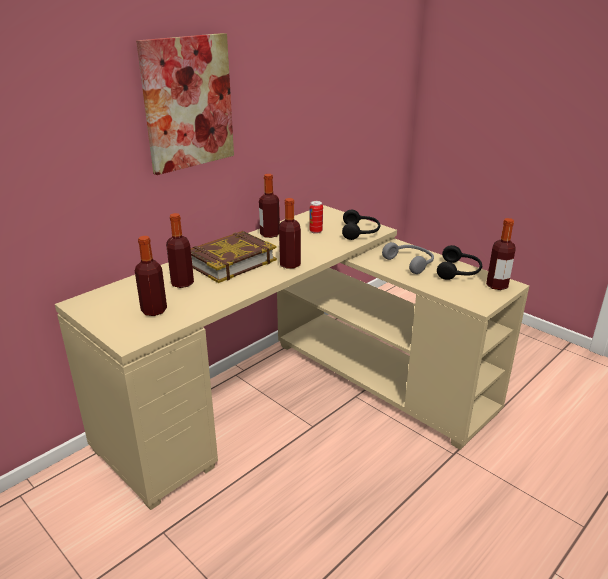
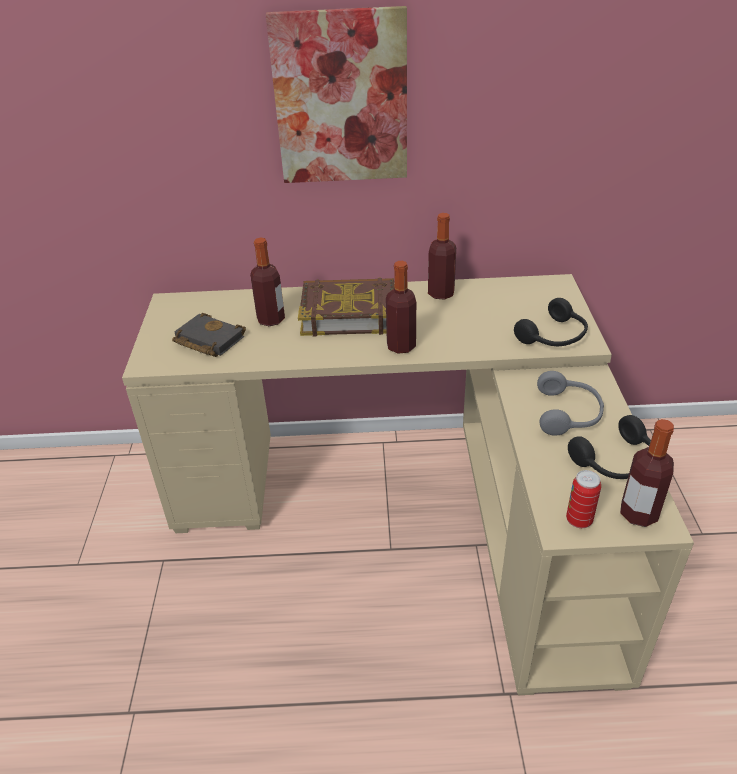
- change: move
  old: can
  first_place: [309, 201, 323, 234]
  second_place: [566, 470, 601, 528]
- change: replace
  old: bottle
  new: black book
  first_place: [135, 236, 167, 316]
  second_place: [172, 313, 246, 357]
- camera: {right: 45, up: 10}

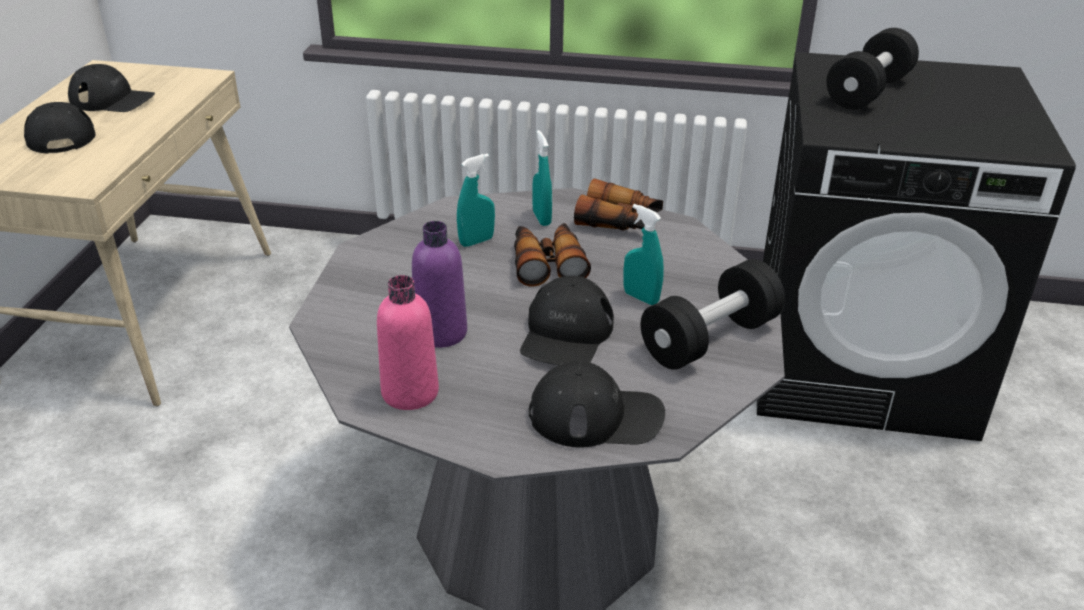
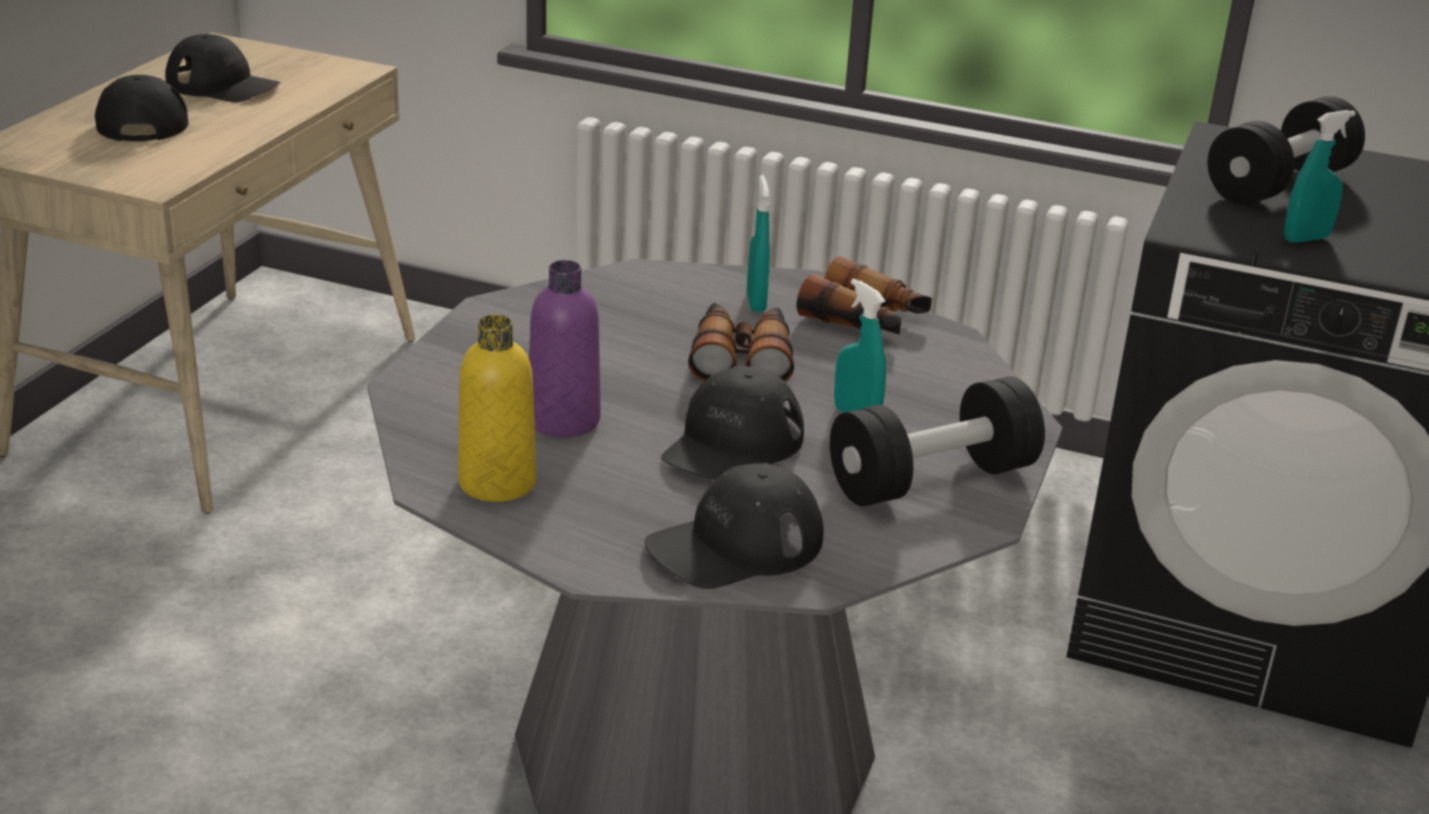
- change: move
  old: turquoise spray bottle
  first_place: [457, 153, 495, 247]
  second_place: [1284, 110, 1356, 243]
- change: recolor
  old: pink bottle
  new: yellow bottle
  first_place: [377, 275, 439, 410]
  second_place: [458, 315, 537, 502]
- change: rotate
  old: black cap
  first_place: [529, 360, 665, 447]
  second_place: [645, 463, 824, 589]
  degrees: 135
- camera: {right: 10, up: -5}

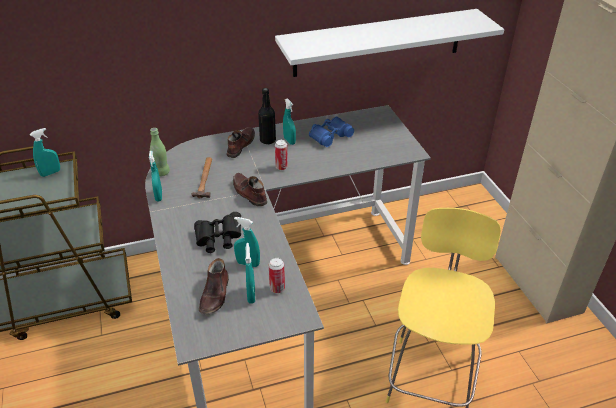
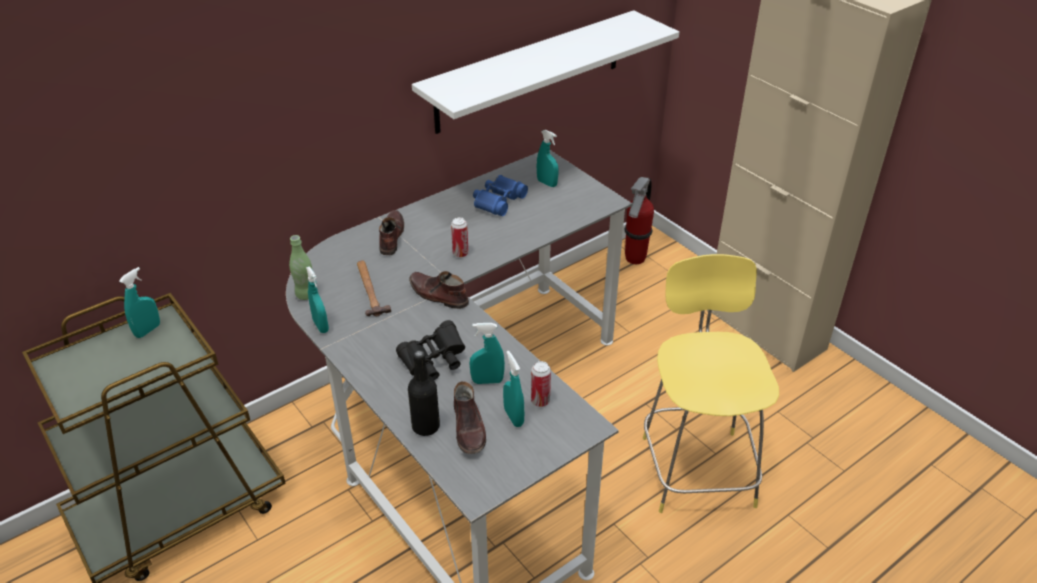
- change: insert
  new: fire extinguisher
  second_place: [624, 177, 654, 264]
- change: move
  old: black bottle
  first_place: [258, 88, 276, 144]
  second_place: [408, 350, 440, 436]
- change: move
  old: turquoise spray bottle
  first_place: [283, 98, 296, 145]
  second_place: [537, 130, 558, 187]
- camera: {right: -20, up: 0}

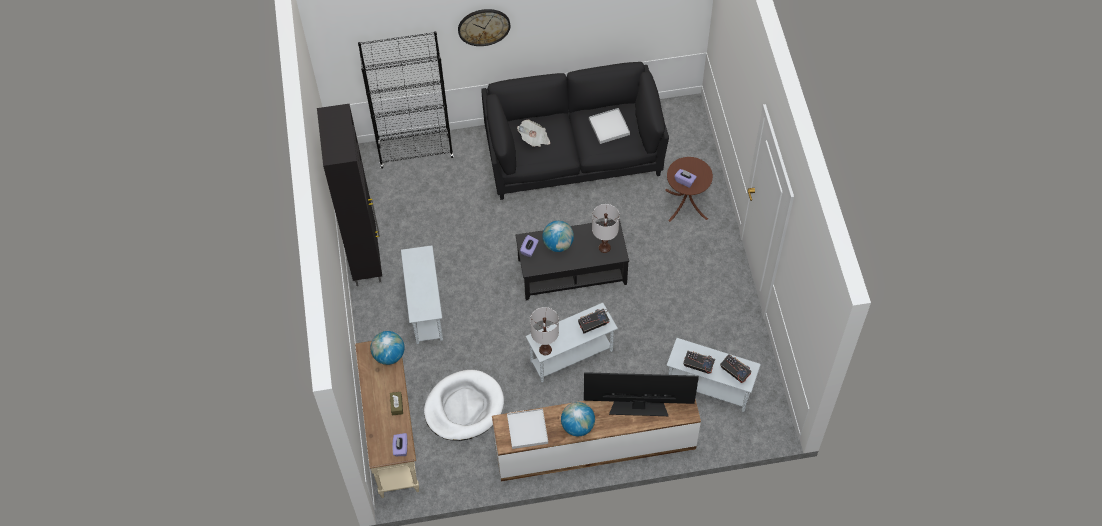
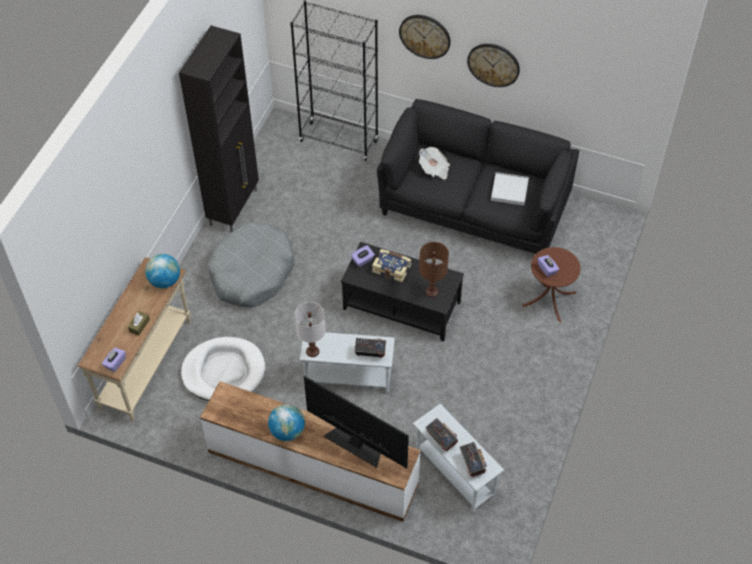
- change: delete
  old: white tray
  first_place: [507, 409, 548, 449]
- change: insert
  new: wall clock
  second_place: [467, 44, 520, 87]
- change: replace
  old: white side table
  new: grey dog bed
  first_place: [401, 245, 443, 344]
  second_place: [208, 222, 294, 308]
- change: replace
  old: globe
  new: book
  first_place: [542, 221, 574, 252]
  second_place: [372, 249, 412, 282]
- change: recolor
  old: white table lamp
  new: brown table lamp
  first_place: [592, 204, 619, 253]
  second_place: [419, 242, 449, 297]
- camera: {right: 30, up: -5}

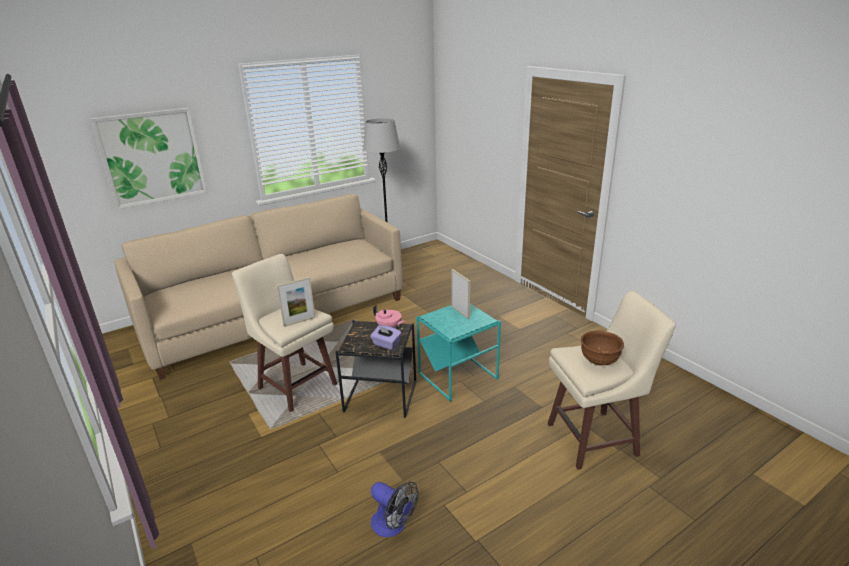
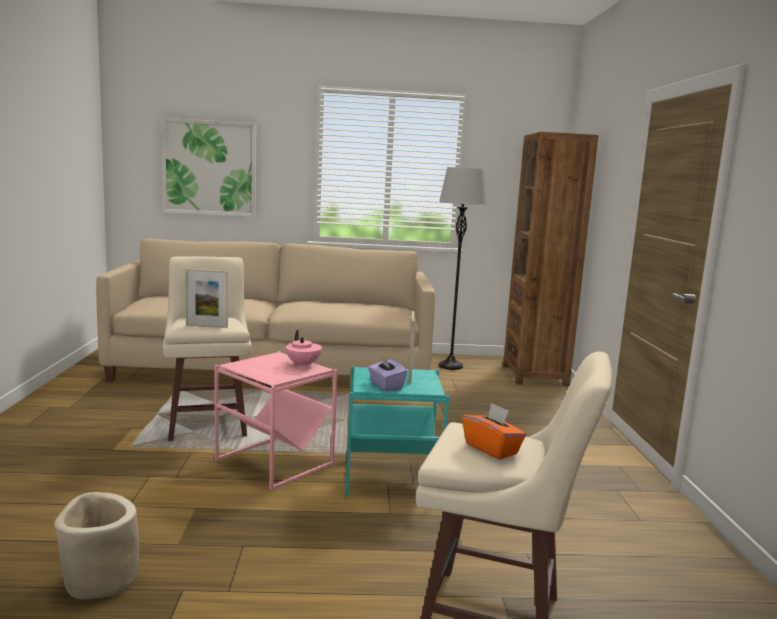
- change: insert
  new: brown bookcase
  second_place: [503, 132, 598, 387]
- change: move
  old: purple tissue box
  first_place: [370, 325, 402, 350]
  second_place: [368, 355, 407, 391]
- change: replace
  old: fan
  new: beige planter
  first_place: [371, 482, 419, 537]
  second_place: [54, 492, 139, 600]
- change: replace
  old: brown bowl
  new: orange tissue box
  first_place: [581, 330, 624, 366]
  second_place: [462, 403, 526, 460]
- change: recolor
  old: black side table
  new: pink side table
  first_place: [335, 320, 416, 418]
  second_place: [215, 351, 338, 490]
- camera: {right: 30, up: -15}

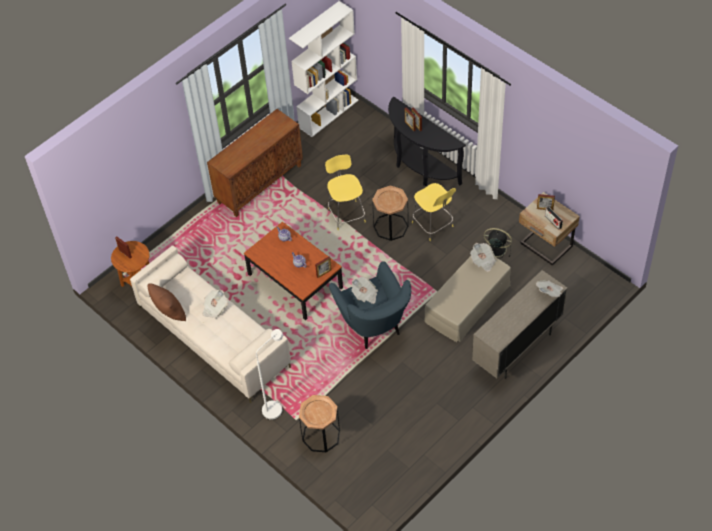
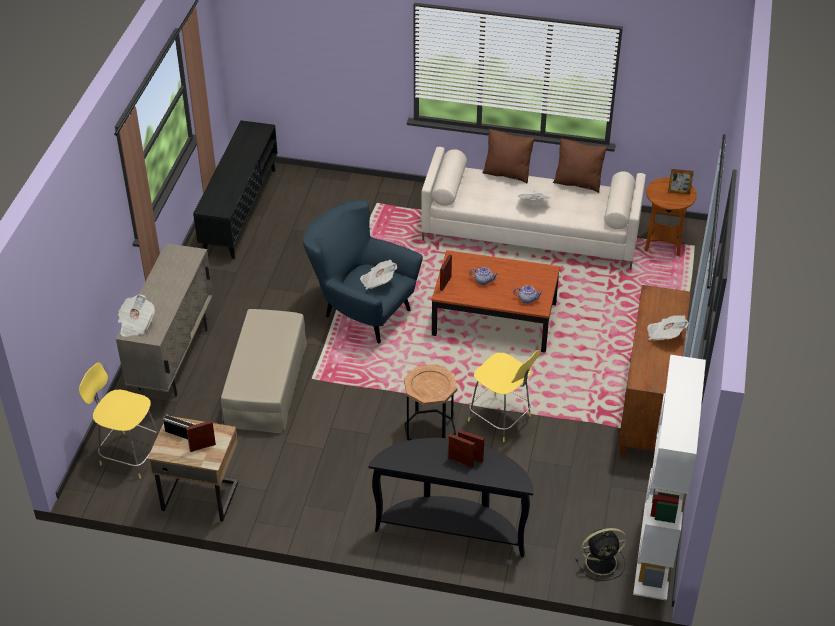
- change: delete
  old: white floor lamp
  first_place: [256, 329, 283, 420]
- change: delete
  old: brown side table
  first_place: [299, 395, 340, 452]
- change: insert
  new: black tv stand
  second_place: [193, 120, 278, 259]
- change: insert
  new: brown pillow
  second_place: [482, 129, 535, 184]
- change: move
  old: yellow stool
  first_place: [412, 183, 456, 241]
  second_place: [79, 362, 159, 479]
- change: move
  old: newspaper
  first_place: [470, 243, 497, 272]
  second_place: [647, 315, 688, 340]
- change: move
  old: black fan
  first_place: [484, 228, 512, 259]
  second_place: [576, 528, 627, 581]
- camera: {right: 145, up: -10}

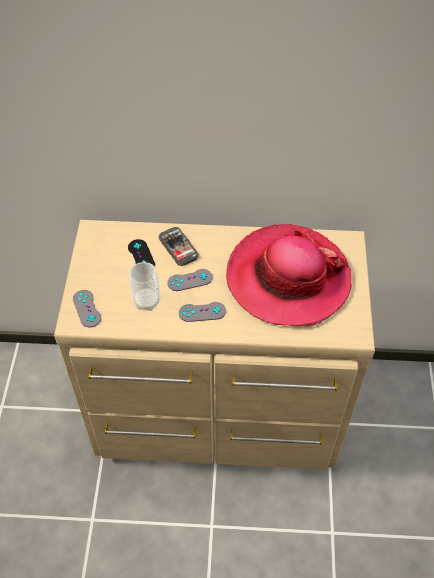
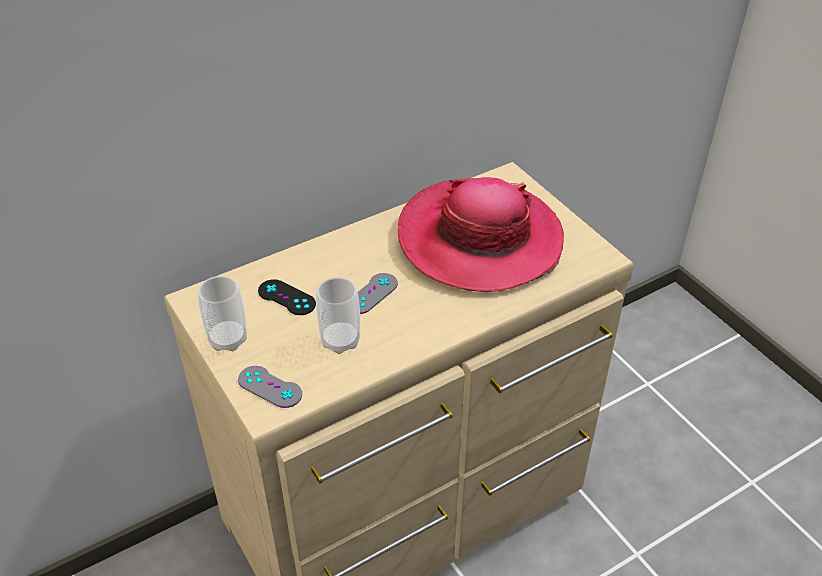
- change: delete
  old: phone
  first_place: [158, 227, 199, 266]
- change: delete
  old: grey game controller
  first_place: [179, 302, 226, 322]
- change: insert
  new: cup
  second_place: [198, 276, 247, 351]
- camera: {right: -35, up: -10}

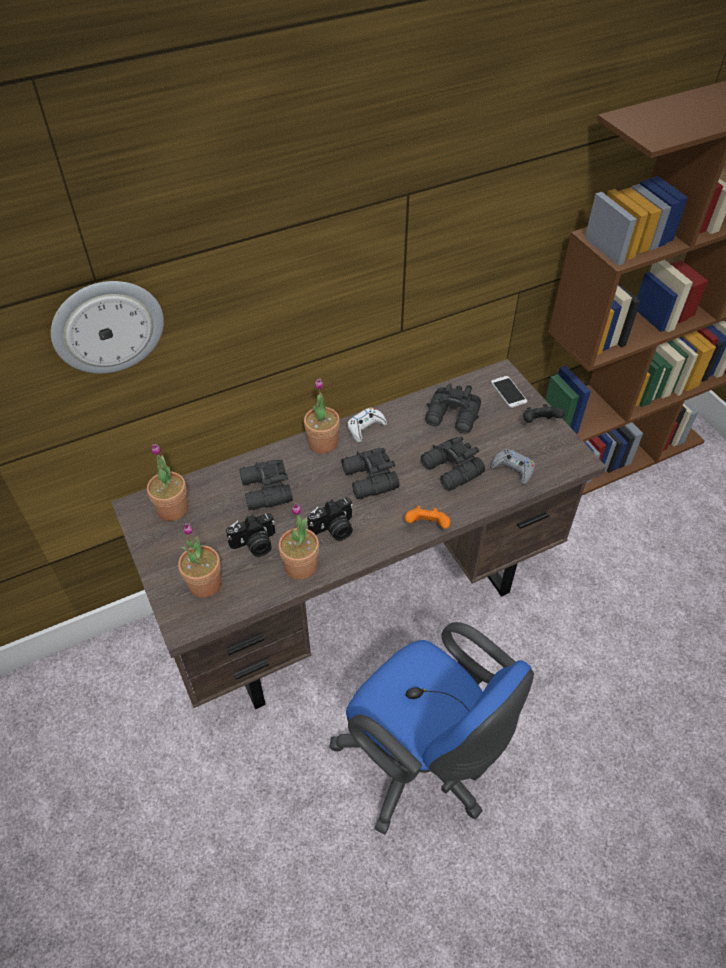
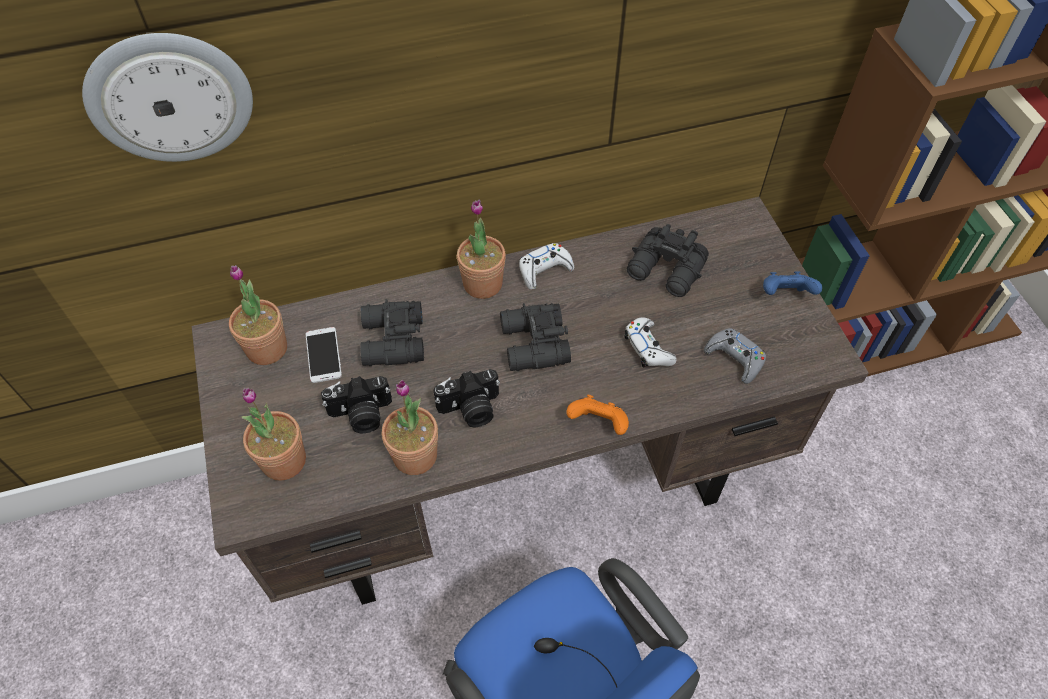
- change: move
  old: phone
  first_place: [491, 376, 527, 408]
  second_place: [306, 327, 342, 383]
- change: replace
  old: black binoculars
  new: white game controller
  first_place: [421, 436, 485, 491]
  second_place: [624, 317, 677, 368]
- change: recolor
  old: black game controller
  new: blue game controller
  first_place: [523, 404, 565, 423]
  second_place: [763, 271, 822, 295]
- camera: {right: 10, up: 5}

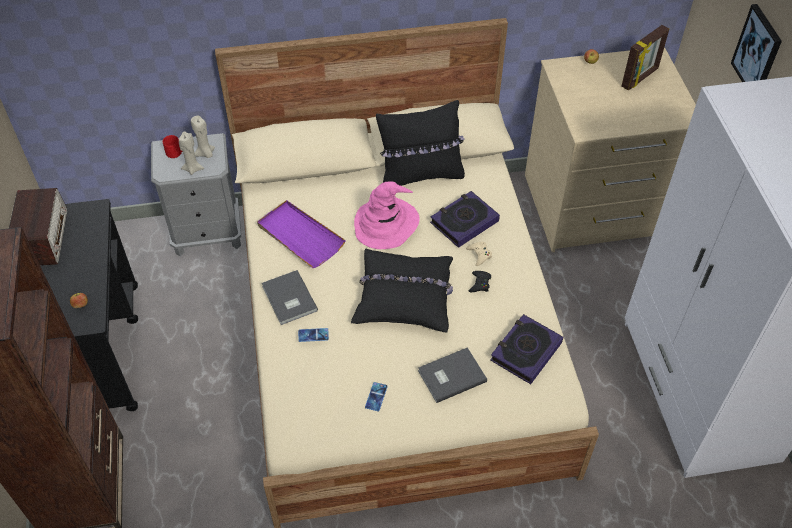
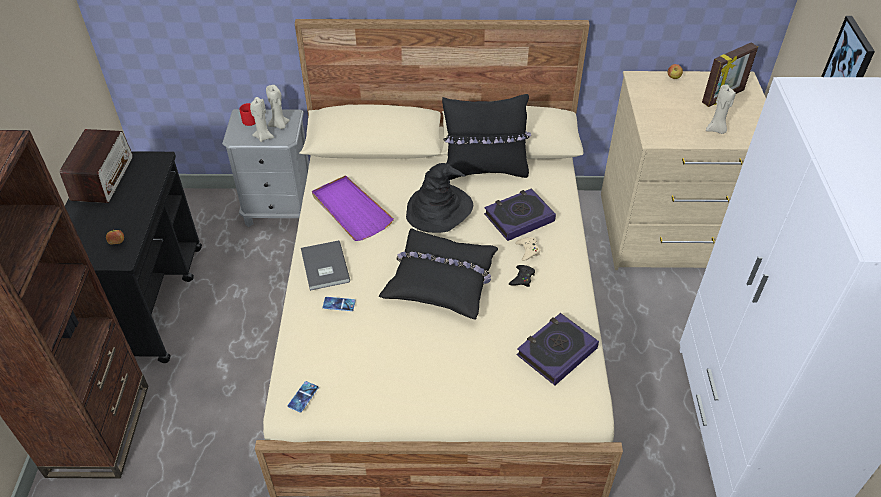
- change: delete
  old: grey book
  first_place: [418, 347, 487, 403]
- change: insert
  new: beige candle
  second_place: [706, 84, 736, 134]
- change: move
  old: phone
  first_place: [365, 382, 388, 411]
  second_place: [287, 381, 319, 413]
- change: recolor
  old: pink hat
  new: black hat
  first_place: [354, 181, 419, 249]
  second_place: [406, 163, 473, 233]
- camera: {right: 10, up: -5}

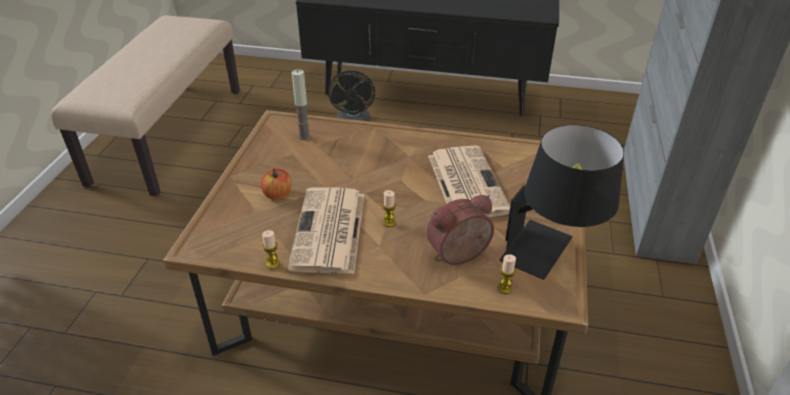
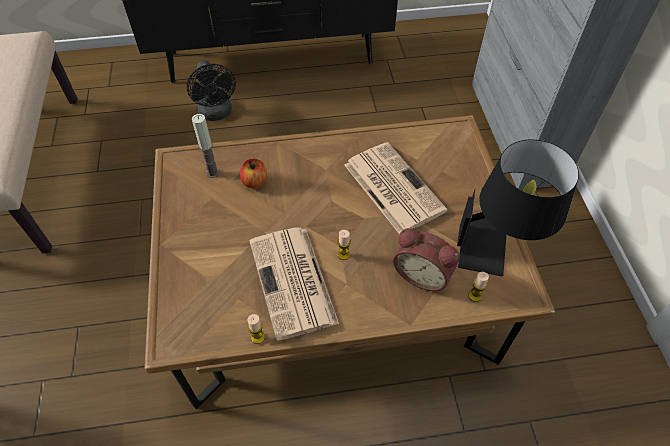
- change: move
  old: apple
  first_place: [261, 169, 291, 200]
  second_place: [239, 159, 267, 188]
- change: rotate
  old: alarm clock
  first_place: [426, 195, 494, 265]
  second_place: [393, 228, 460, 291]
  degrees: -105
- camera: {right: -20, up: 15}

